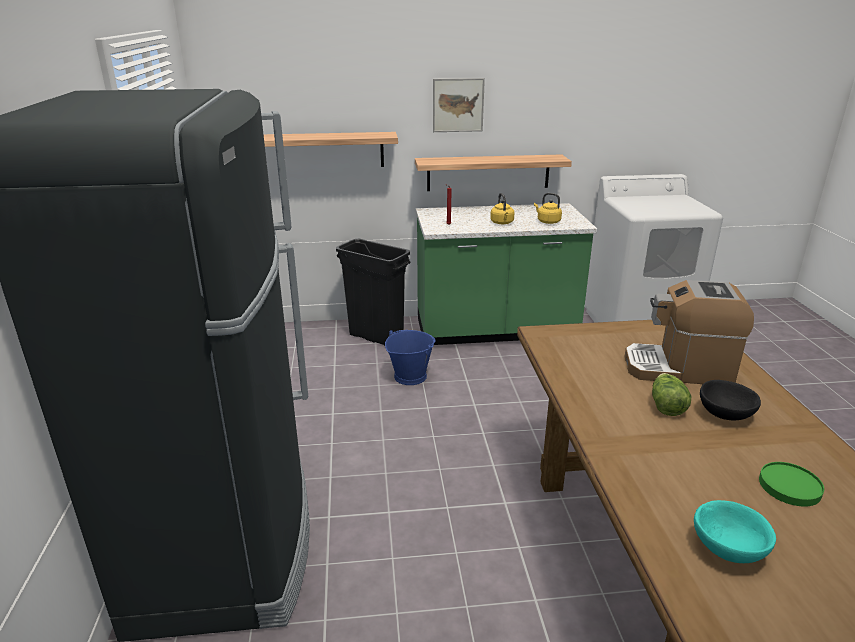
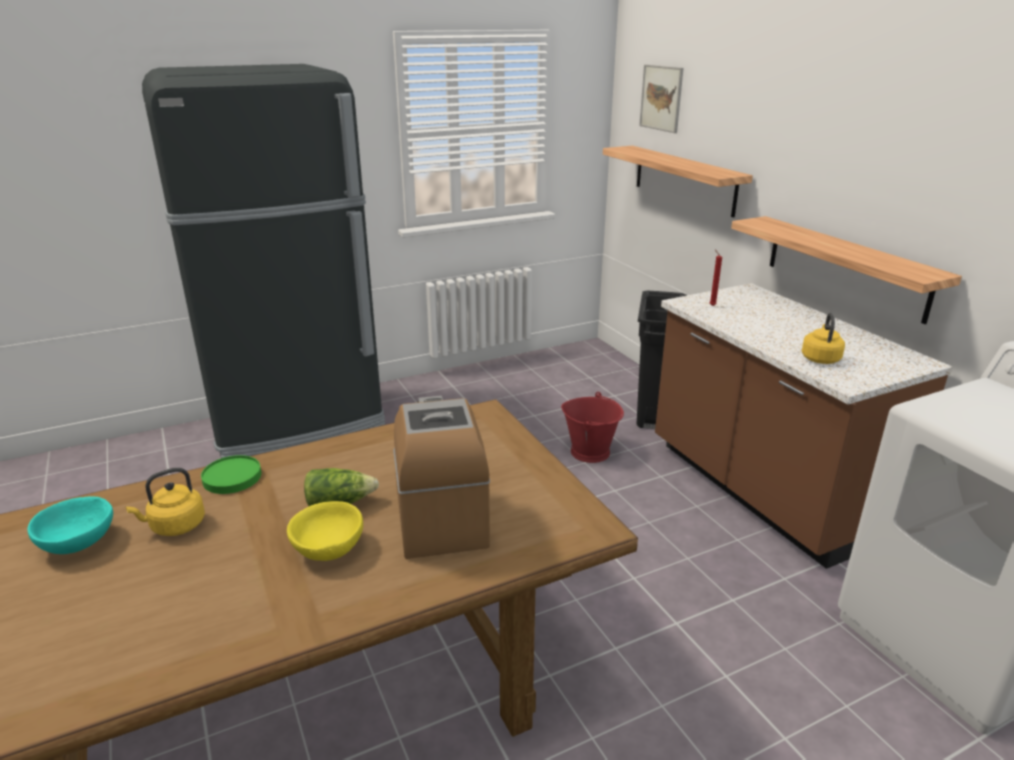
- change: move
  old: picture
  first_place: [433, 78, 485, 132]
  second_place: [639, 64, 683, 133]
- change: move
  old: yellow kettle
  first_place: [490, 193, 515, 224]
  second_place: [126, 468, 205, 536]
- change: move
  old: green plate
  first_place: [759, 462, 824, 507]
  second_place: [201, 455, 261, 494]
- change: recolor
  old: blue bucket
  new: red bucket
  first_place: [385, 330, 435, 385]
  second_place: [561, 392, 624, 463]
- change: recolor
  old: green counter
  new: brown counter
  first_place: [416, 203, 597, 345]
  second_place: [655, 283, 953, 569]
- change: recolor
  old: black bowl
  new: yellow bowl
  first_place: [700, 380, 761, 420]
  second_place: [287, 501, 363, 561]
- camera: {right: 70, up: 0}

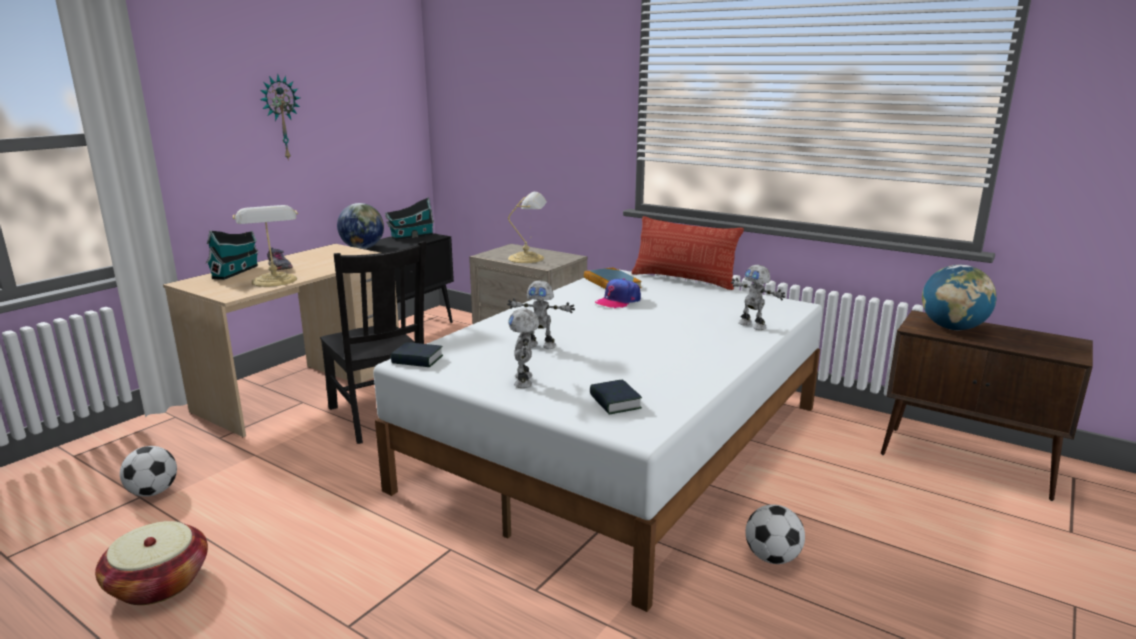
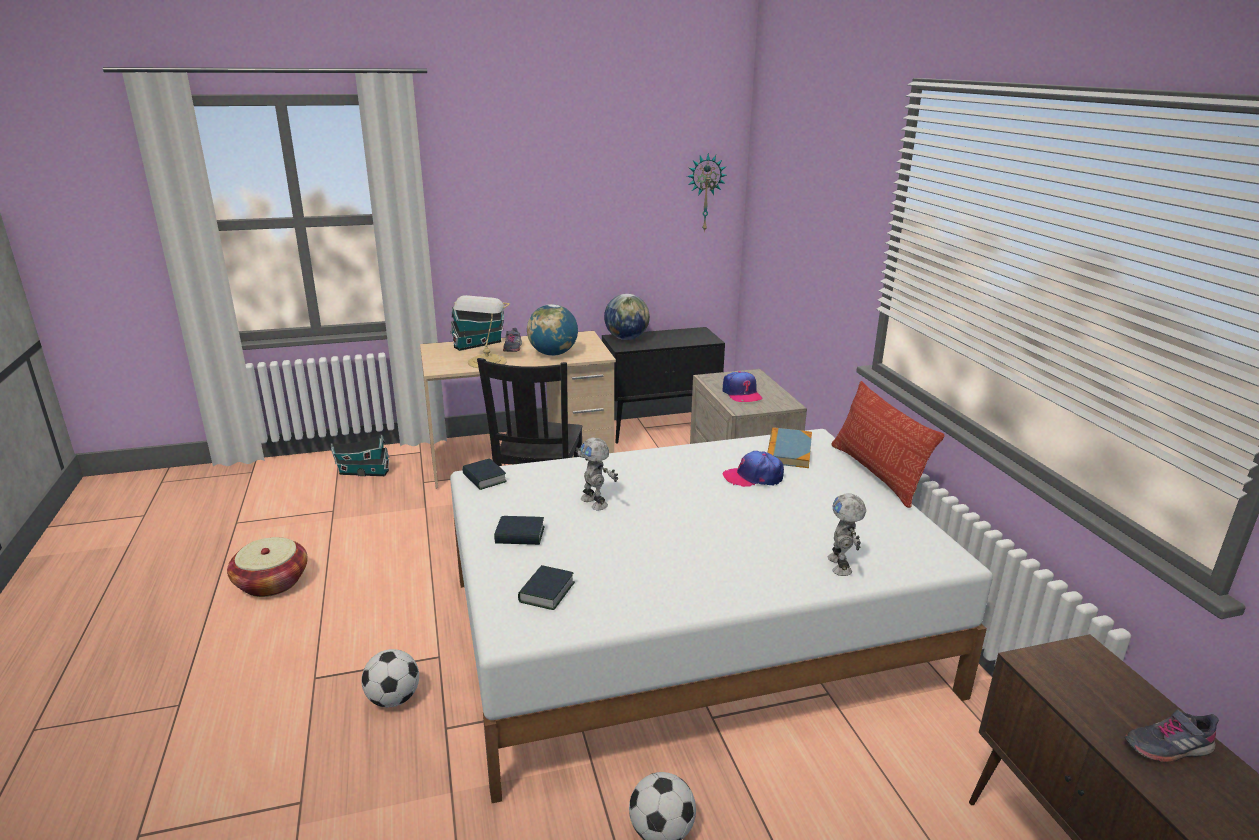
- change: insert
  new: grey shoe
  second_place: [1124, 709, 1219, 762]
- change: move
  old: football
  first_place: [120, 446, 177, 497]
  second_place: [361, 649, 419, 707]
- change: move
  old: wall clock
  first_place: [260, 74, 300, 161]
  second_place: [687, 153, 726, 232]
- change: move
  old: toy house
  first_place: [385, 197, 434, 240]
  second_place: [331, 435, 389, 476]
- change: move
  old: globe
  first_place: [922, 265, 997, 330]
  second_place: [527, 304, 578, 356]
- change: replace
  old: table lamp
  new: cap
  first_place: [508, 192, 547, 263]
  second_place: [722, 371, 763, 402]
- change: replace
  old: toy robot
  new: book
  first_place: [508, 309, 539, 388]
  second_place: [494, 516, 545, 545]
- camera: {right: 40, up: 5}

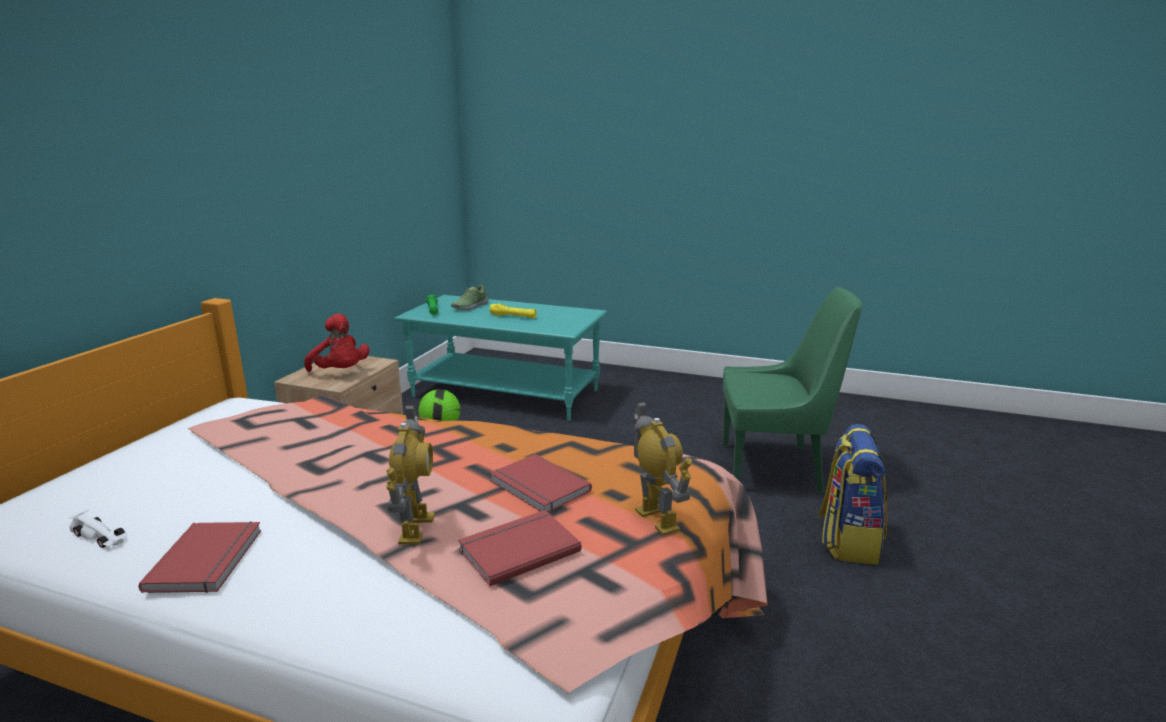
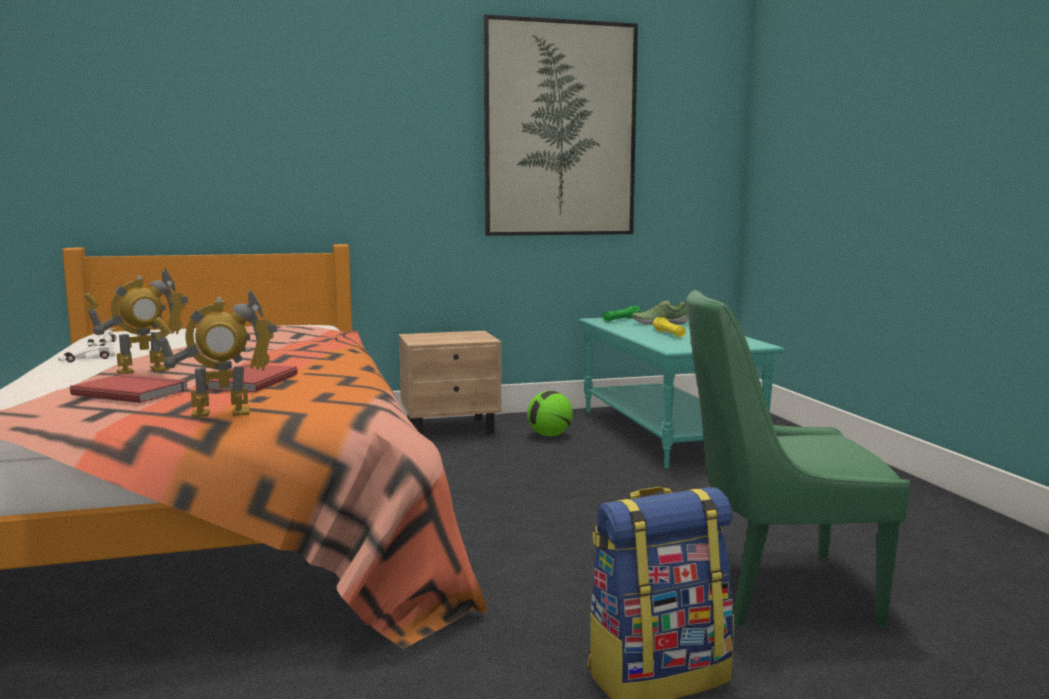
- change: delete
  old: red plush toy
  first_place: [304, 314, 370, 372]
- change: insert
  new: picture
  second_place: [483, 14, 638, 236]
- change: replace
  old: red book
  new: white toy car
  first_place: [138, 521, 261, 593]
  second_place: [58, 343, 115, 362]
- change: rotate
  old: toy robot
  first_place: [633, 401, 692, 536]
  second_place: [153, 289, 277, 417]
  degrees: 45
- change: rotate
  old: green chair
  first_place: [723, 287, 862, 493]
  second_place: [686, 290, 910, 627]
  degrees: 120
- camera: {right: 55, up: -10}

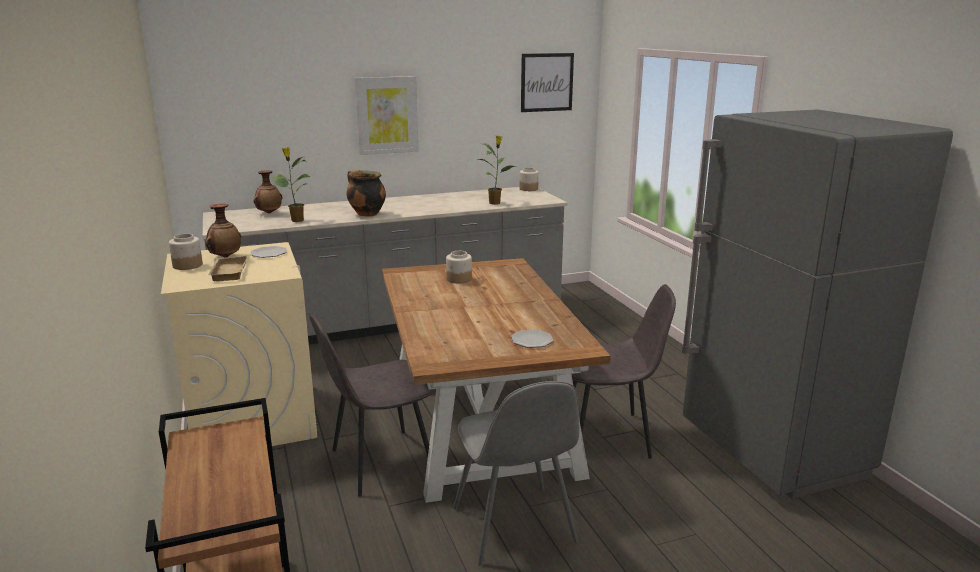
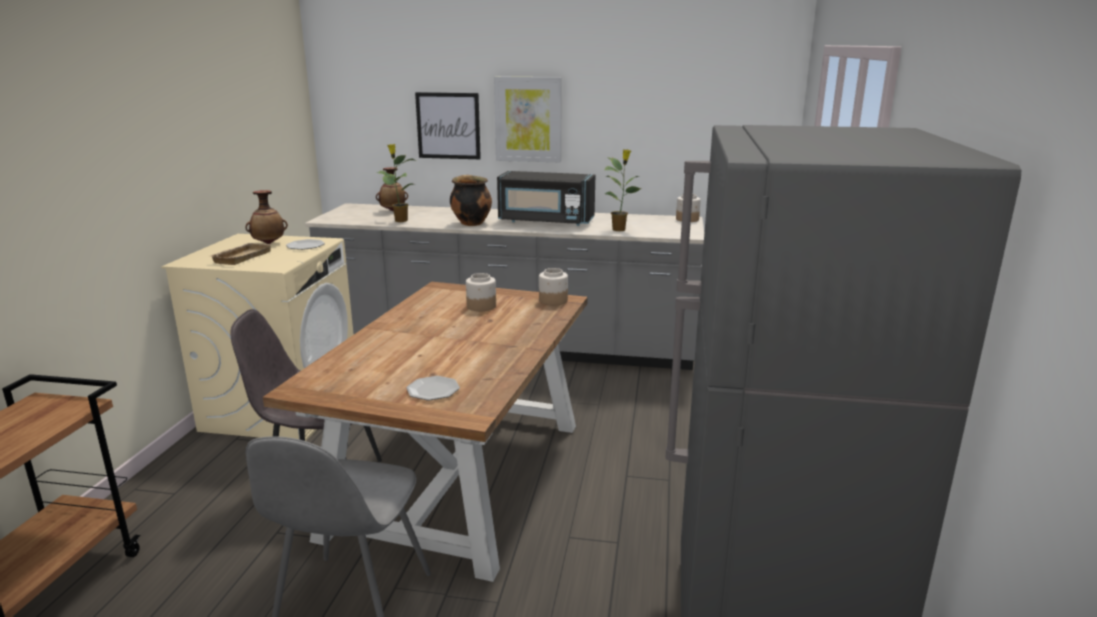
- change: delete
  old: grey chair
  first_place: [572, 284, 676, 459]
- change: insert
  new: black microwave
  second_place: [497, 171, 595, 226]
- change: move
  old: jar
  first_place: [169, 234, 203, 270]
  second_place: [539, 268, 568, 305]
- change: move
  old: picture
  first_place: [521, 53, 574, 112]
  second_place: [415, 92, 481, 159]
- camera: {right: 30, up: 0}

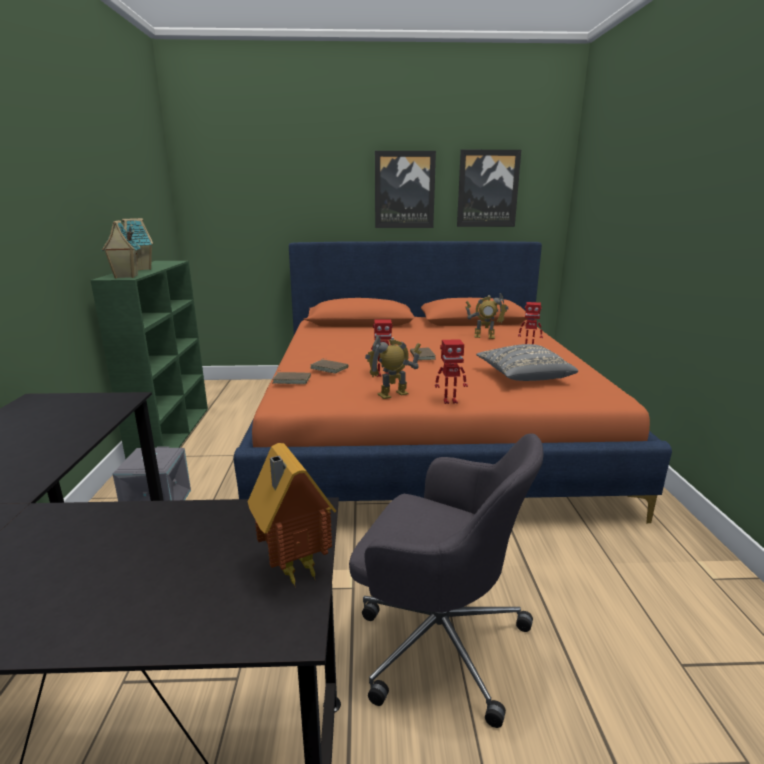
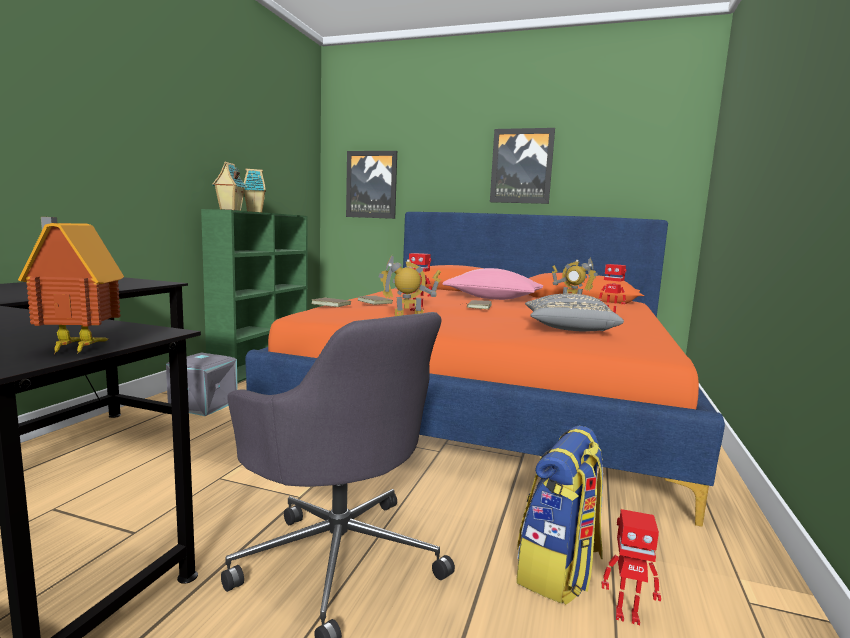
- change: insert
  new: pink pillow
  second_place: [442, 268, 543, 300]
- change: insert
  new: backpack
  second_place: [516, 426, 603, 605]
- change: move
  old: toy robot
  first_place: [435, 339, 468, 404]
  second_place: [602, 509, 661, 625]
- change: move
  old: picture
  first_place: [457, 150, 521, 227]
  second_place: [346, 151, 397, 219]
- camera: {right: 20, up: -10}

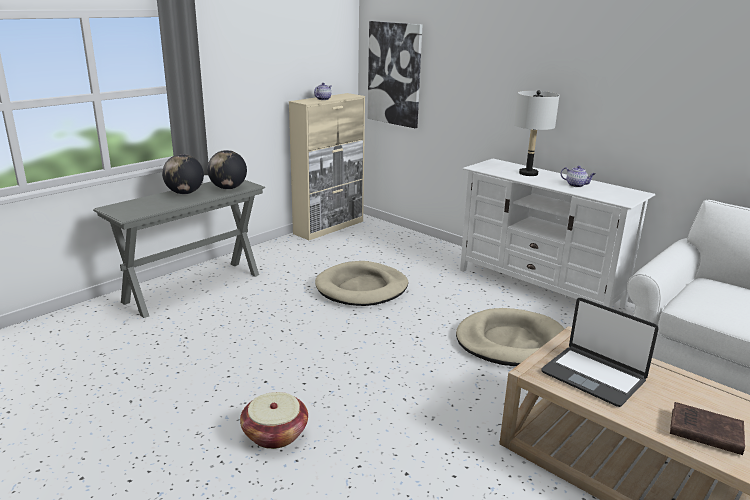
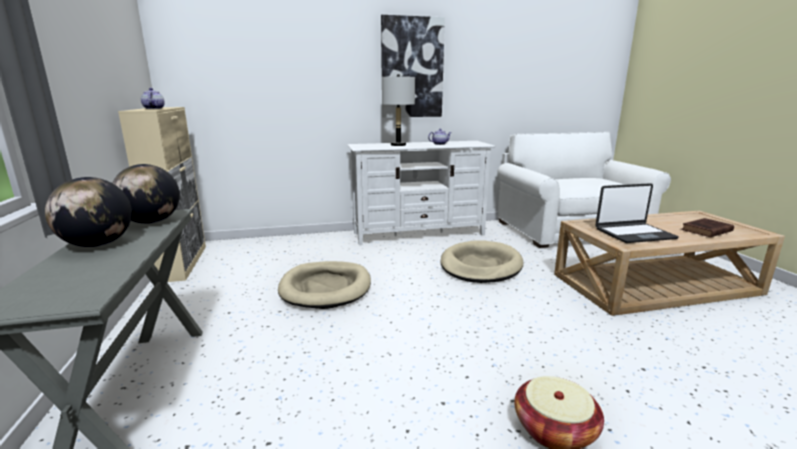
- change: move
  old: picture
  first_place: [368, 21, 422, 128]
  second_place: [381, 15, 445, 117]
- camera: {right: -55, up: -5}

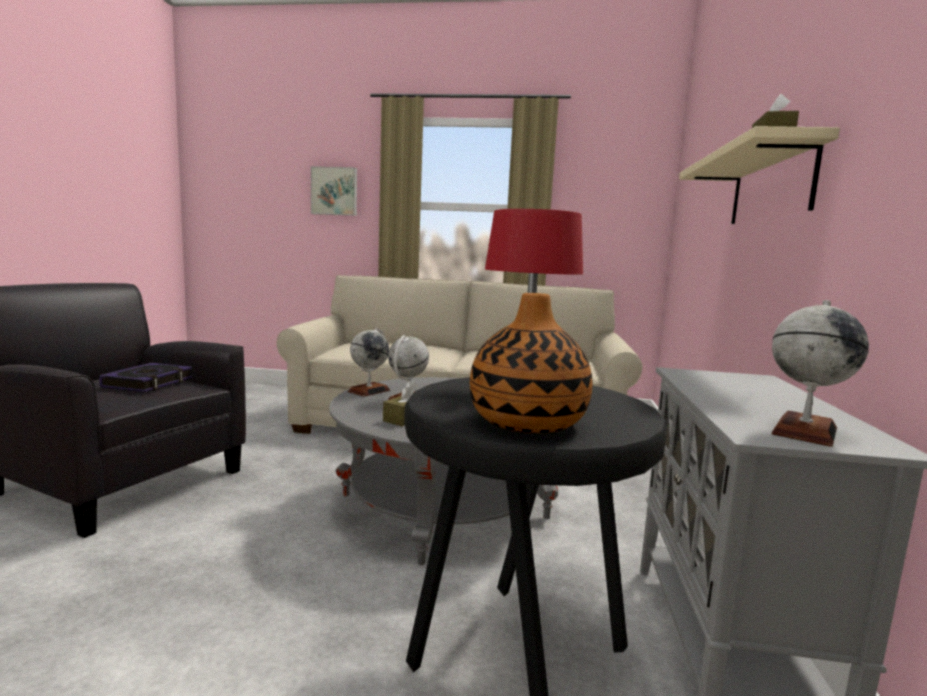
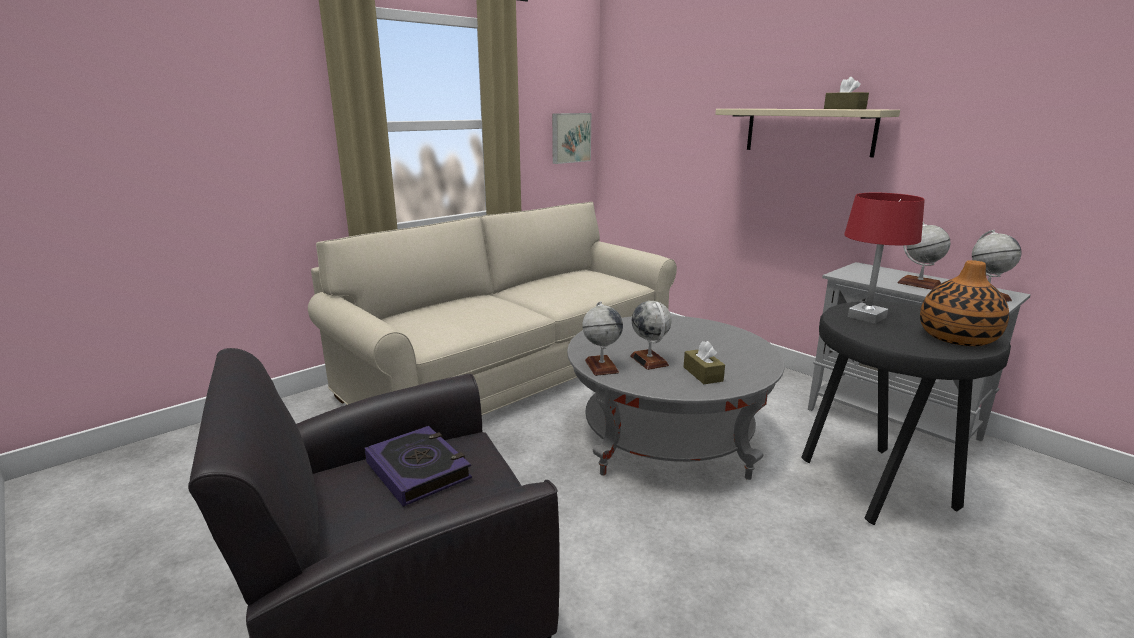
- change: insert
  new: globe
  second_place: [897, 222, 951, 290]
- change: move
  old: picture
  first_place: [311, 166, 357, 216]
  second_place: [552, 113, 591, 164]
- camera: {right: -50, up: 10}

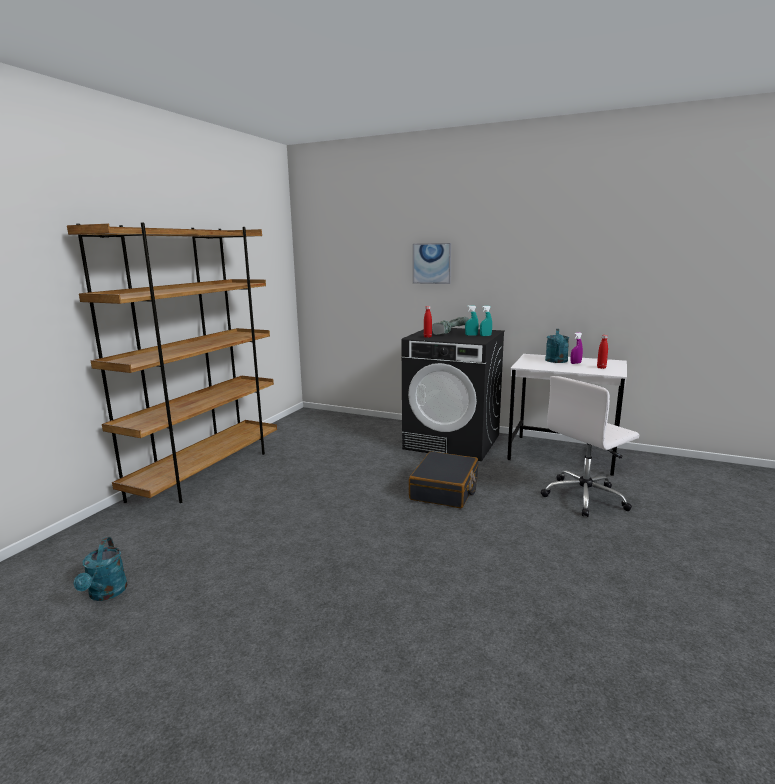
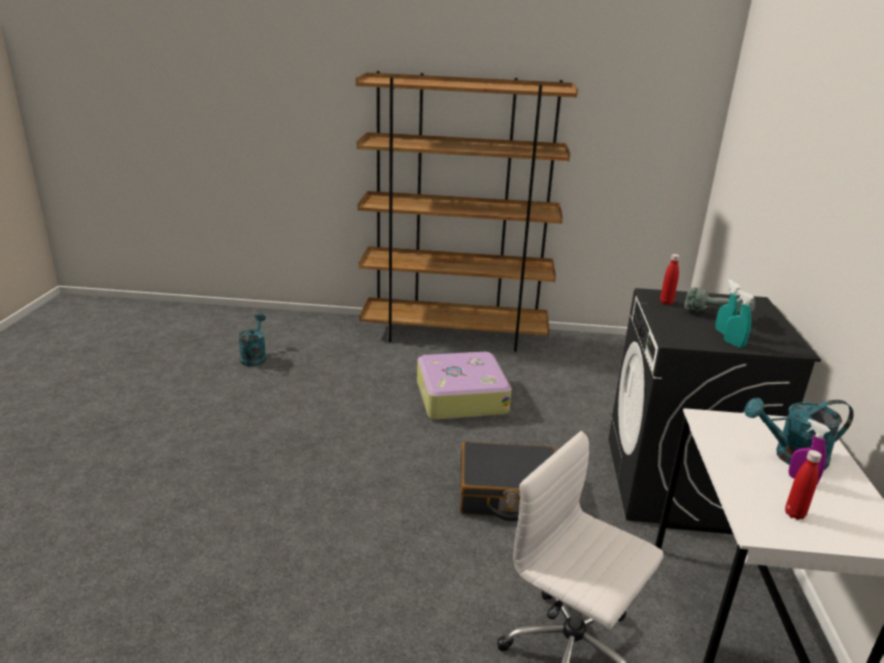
- change: delete
  old: picture
  first_place: [413, 243, 451, 284]
- change: insert
  new: suitcase
  second_place: [417, 352, 512, 420]
- change: rotate
  old: turquoise watering can
  first_place: [74, 537, 128, 601]
  second_place: [238, 313, 266, 366]
  degrees: 120
- camera: {right: 70, up: 10}

